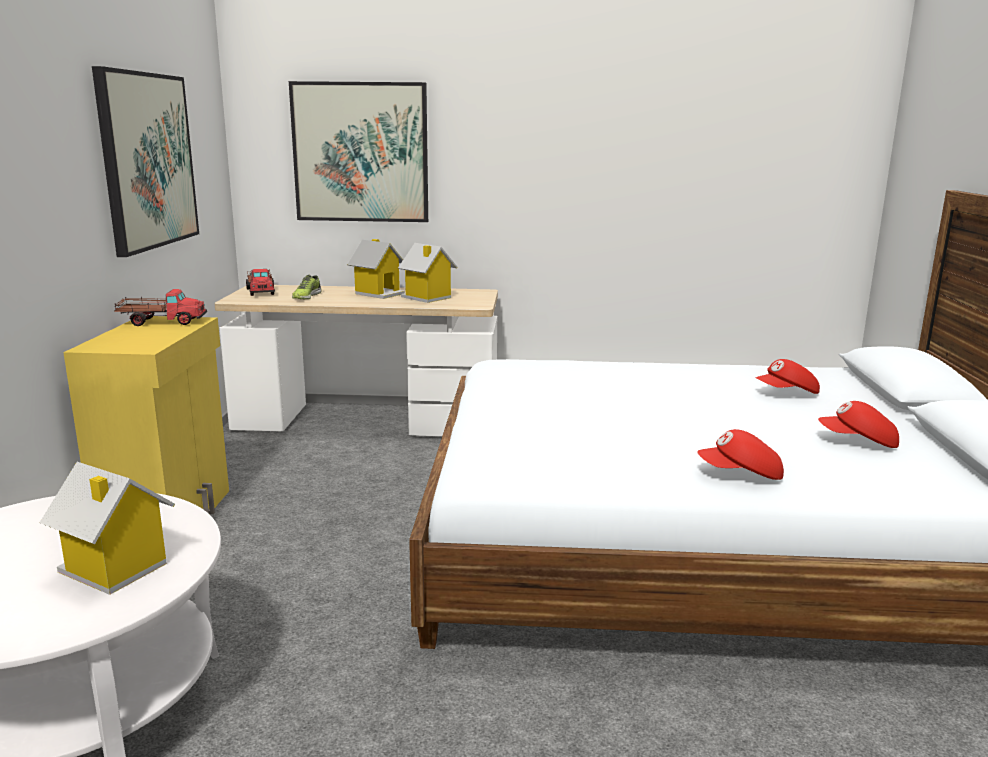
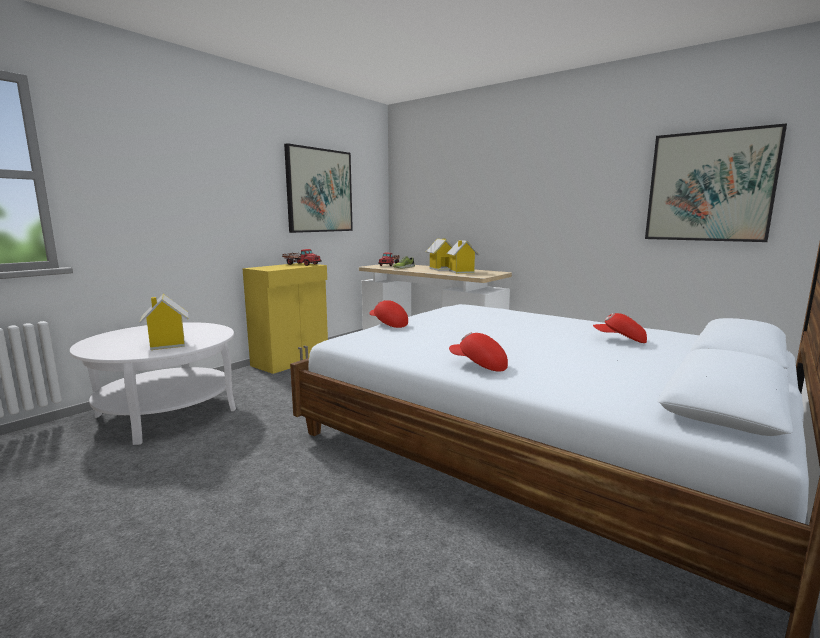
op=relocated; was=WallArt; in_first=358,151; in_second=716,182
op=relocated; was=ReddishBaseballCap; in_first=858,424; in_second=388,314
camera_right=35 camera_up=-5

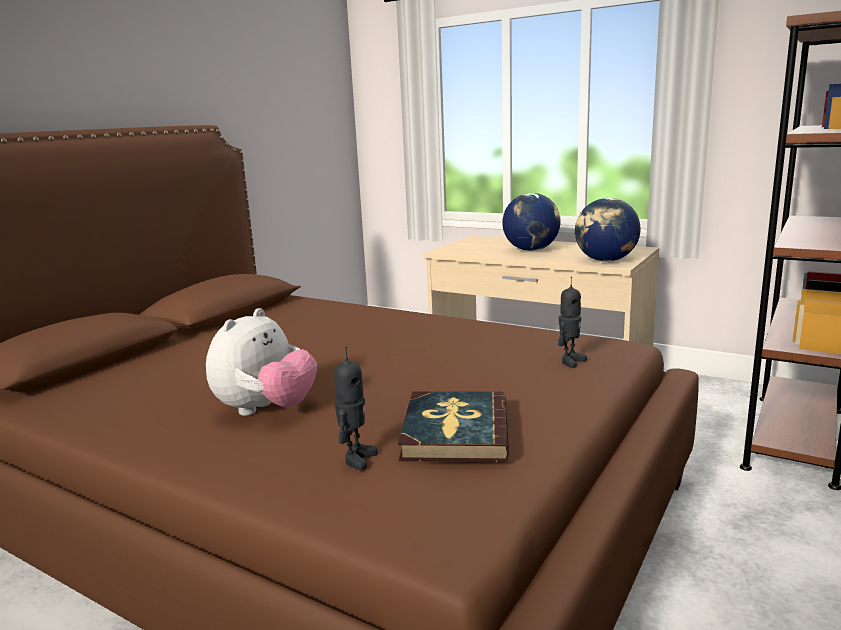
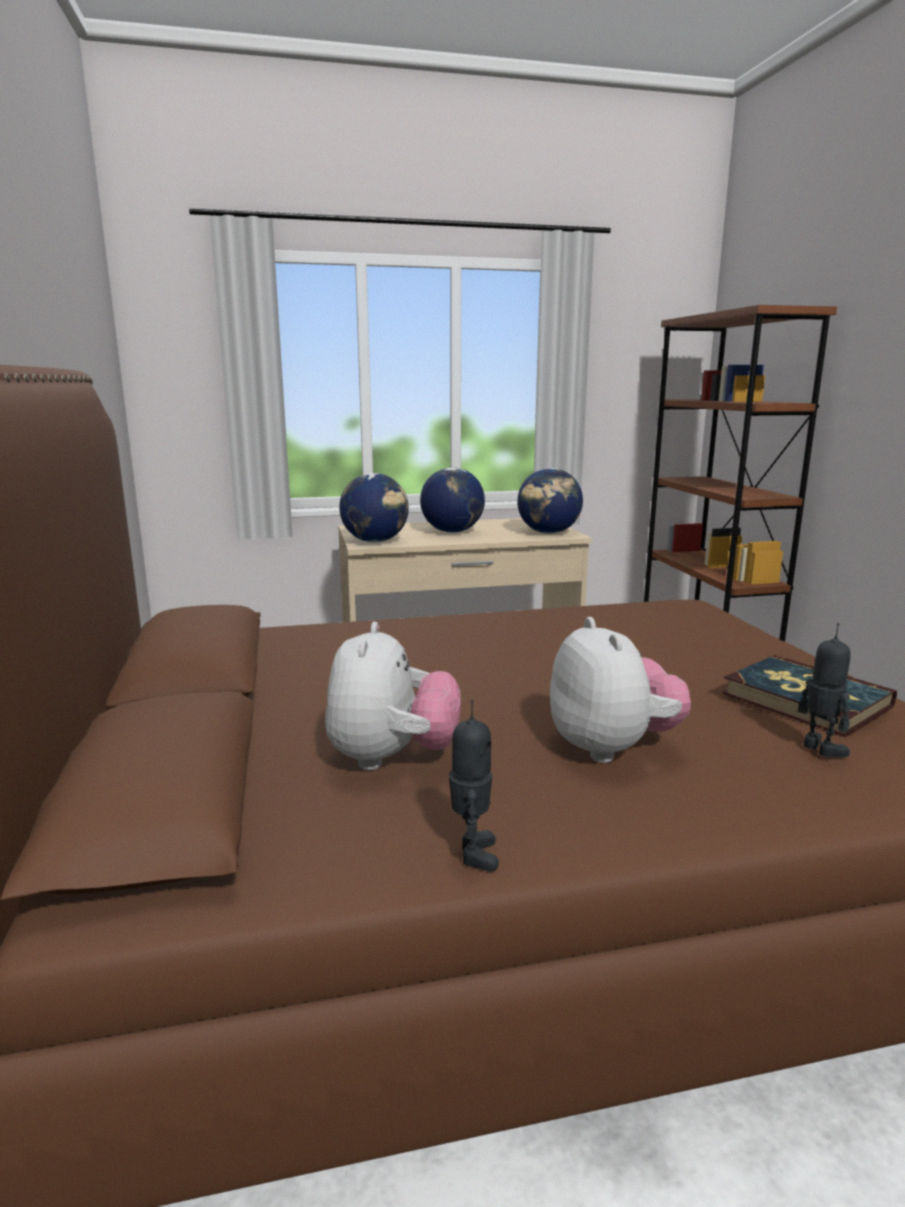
op=relocated; was=ModelRobot; in_first=572,322; in_second=474,785
op=appeared; now=SoftToy; in_second=393,696
op=appeared; now=Globe; in_second=374,507
camera_right=-45 camera_up=0

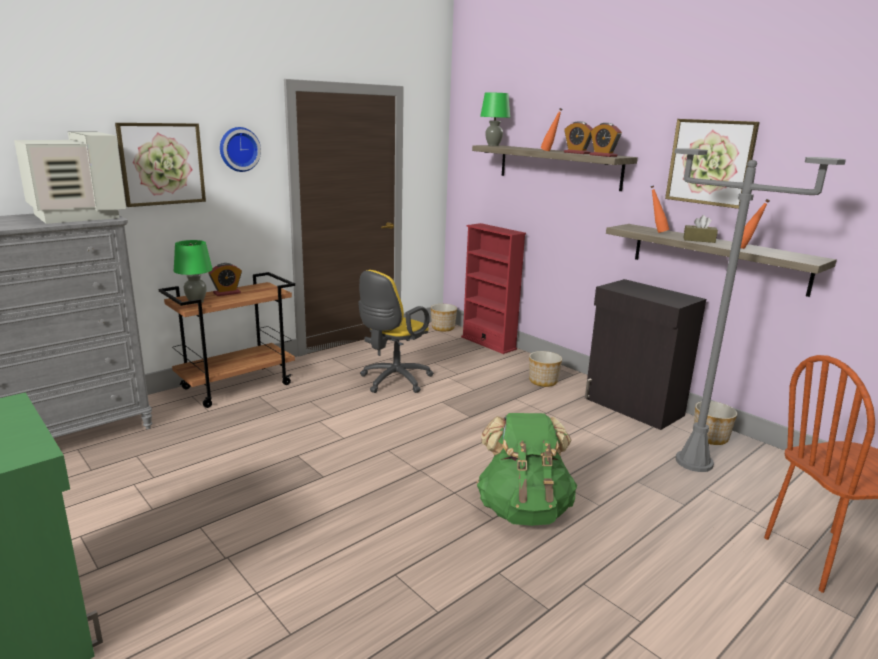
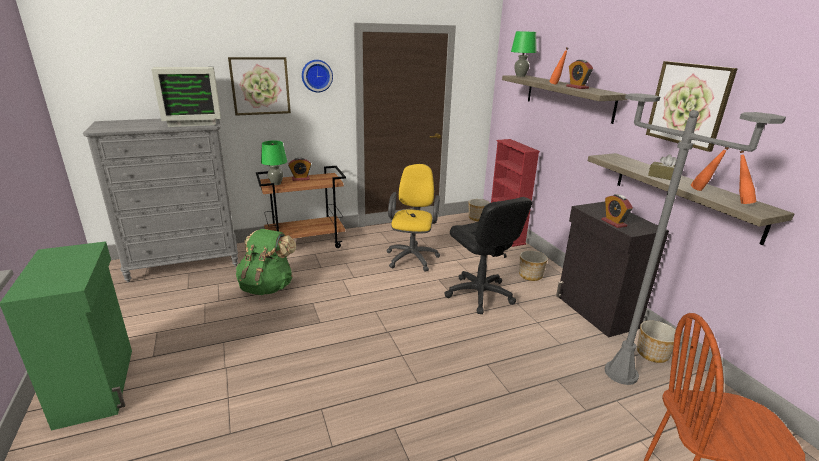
op=spun; was=ComputerDisplay; in_first=70,177; in_second=186,97; clockwise=90
op=spun; was=YellowishOfficeChair; in_first=396,331; in_second=413,218; clockwise=135
op=relocated; was=GreenishRucksack; in_first=526,469; in_second=266,262
op=relocated; was=BedsideClock; in_first=605,140; in_second=617,211
op=relocated; was=OrangeBottle; in_first=659,209; in_second=747,177
op=appeared; now=BlackColouredOfficeChair; in_second=488,255
camera_right=20 camera_up=5

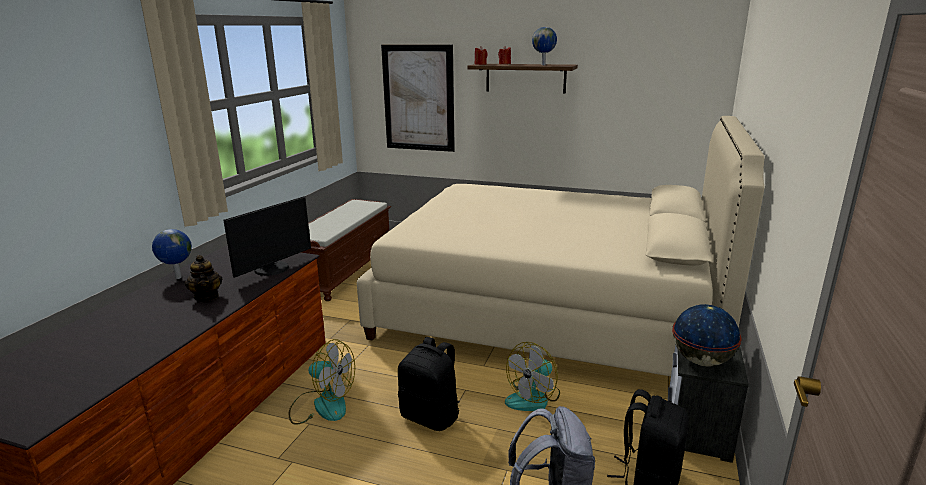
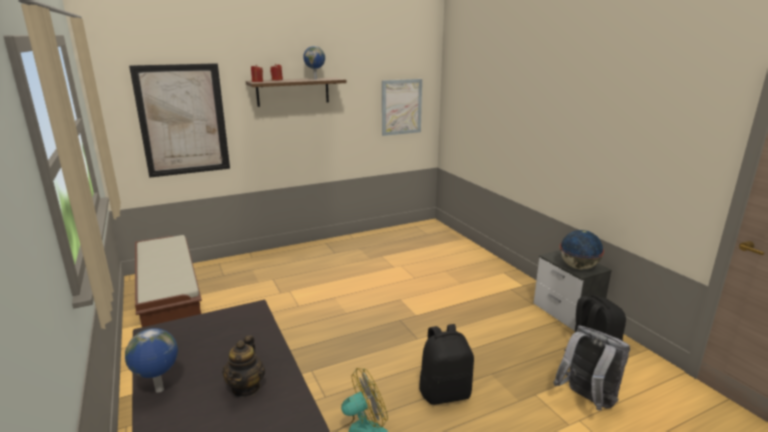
op=spun; was=Teapot; in_first=204,278; in_second=243,366; clockwise=75
op=missing; was=ComputerDisplay; in_first=267,237
op=missing; was=SandColouredBedroomBed; in_first=560,246
op=missing; was=ElectricFan; in_first=532,376
op=appeared; now=WallArt; in_second=402,107
camera_right=-45 camera_up=0

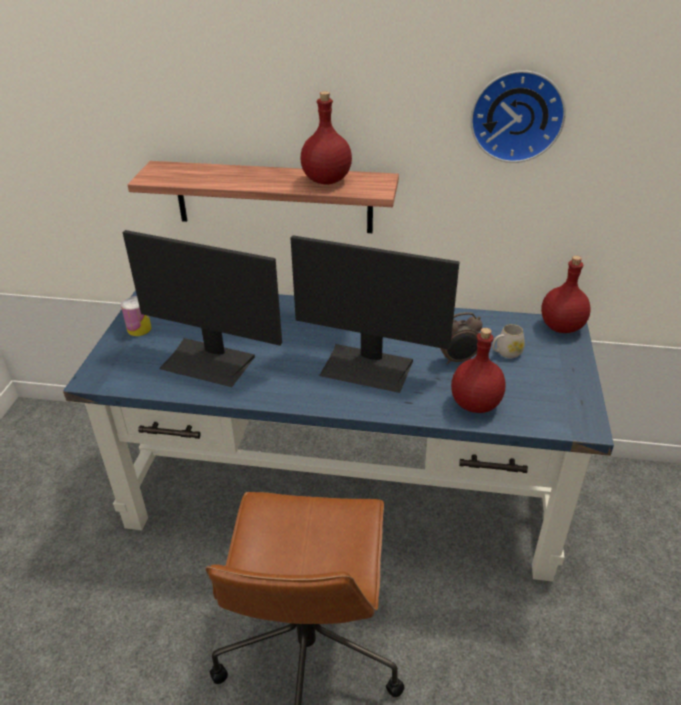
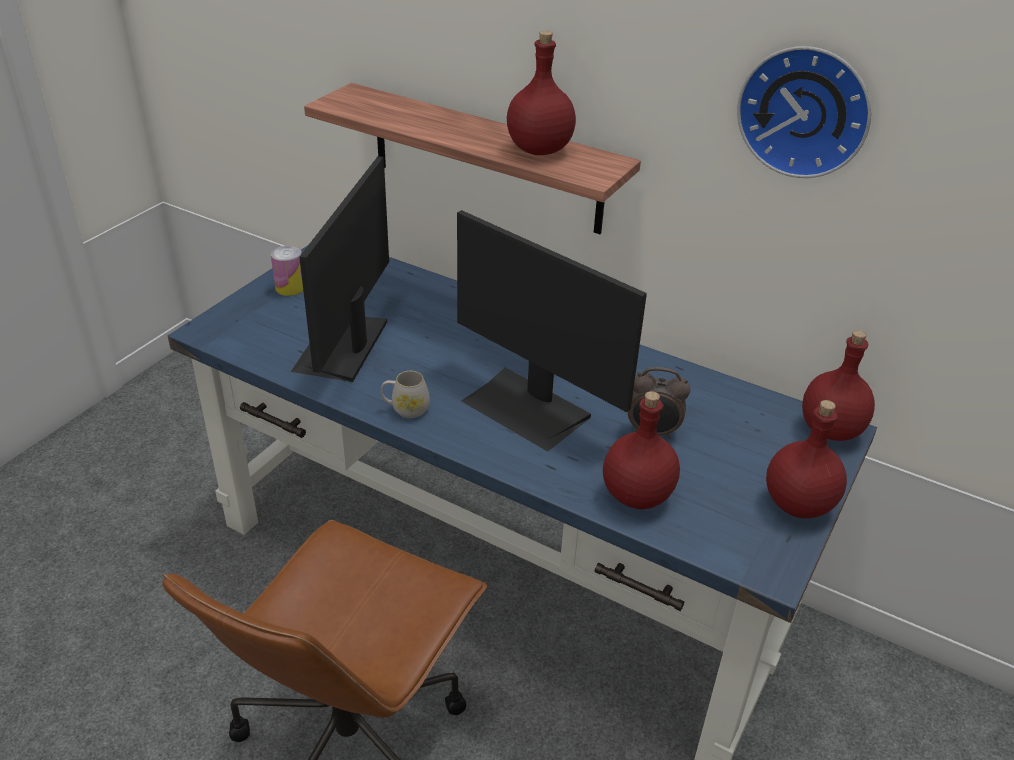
op=spun; was=ComputerDisplay; in_first=202,308; in_second=340,269; clockwise=60
op=relocated; was=WhitishCoffeeMug; in_first=508,341; in_second=405,394
op=appeared; now=ReddishBottle; in_second=806,459
camera_right=20 camera_up=0

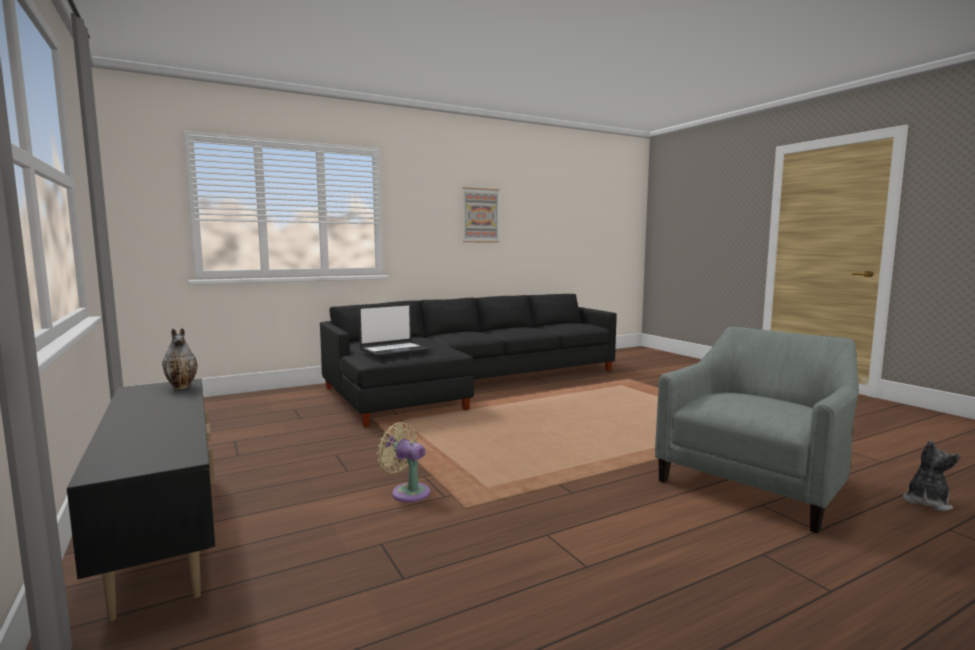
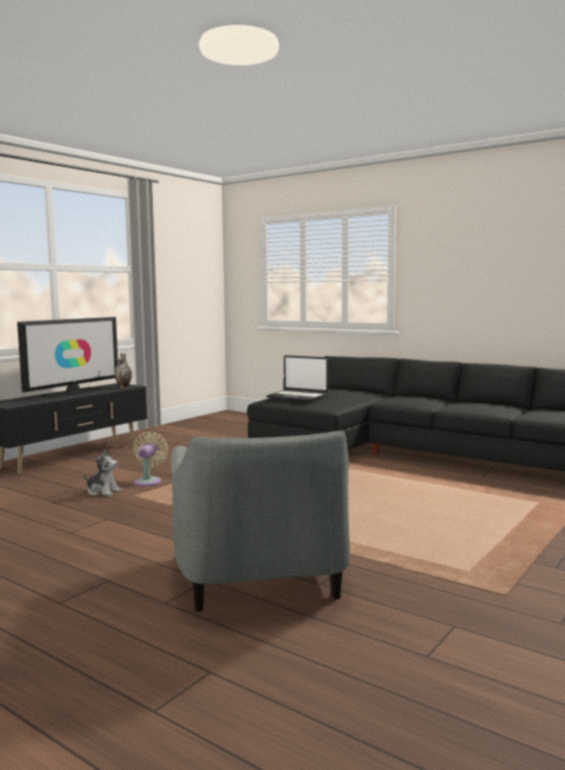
op=missing; was=WallArt; in_first=480,214
op=spun; was=GreyishLoungeChair; in_first=757,429; in_second=260,521; clockwise=60
op=relocated; was=SoftToy; in_first=932,475; in_second=102,472
op=appeared; now=Tv; in_second=67,357
camera_right=65 camera_up=0

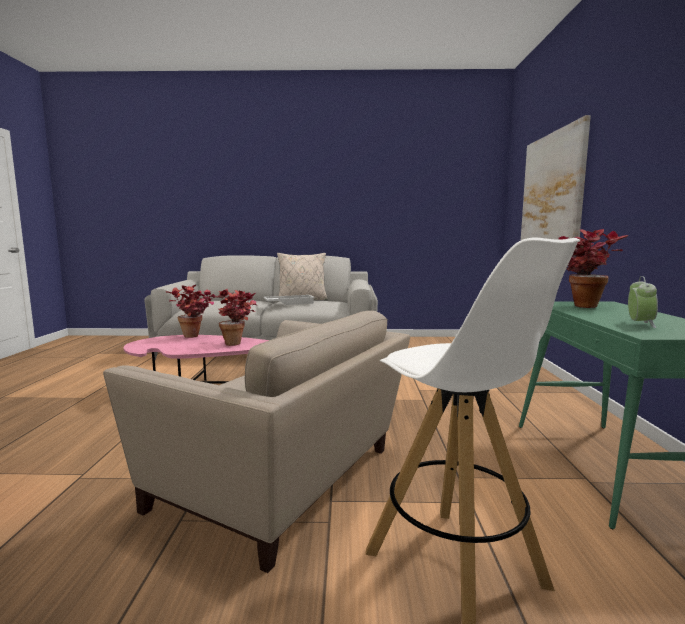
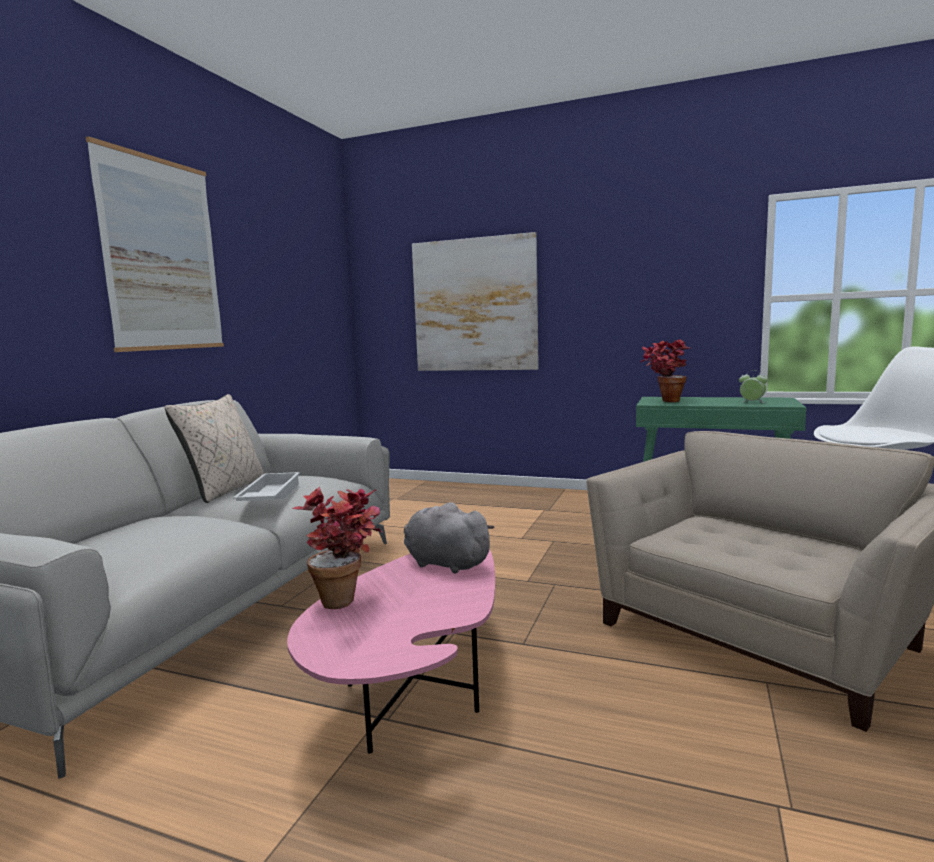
op=exchanged; was=Houseplant; now=GreyishSoftToy; in_first=236,317; in_second=449,538
op=appeared; now=WallArt; in_second=155,244
camera_right=-70 camera_up=0

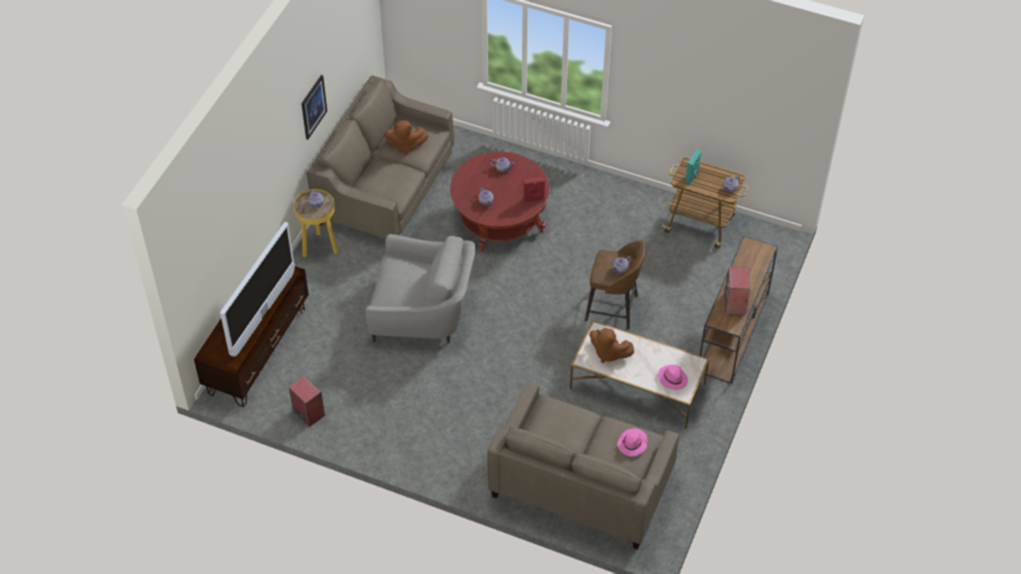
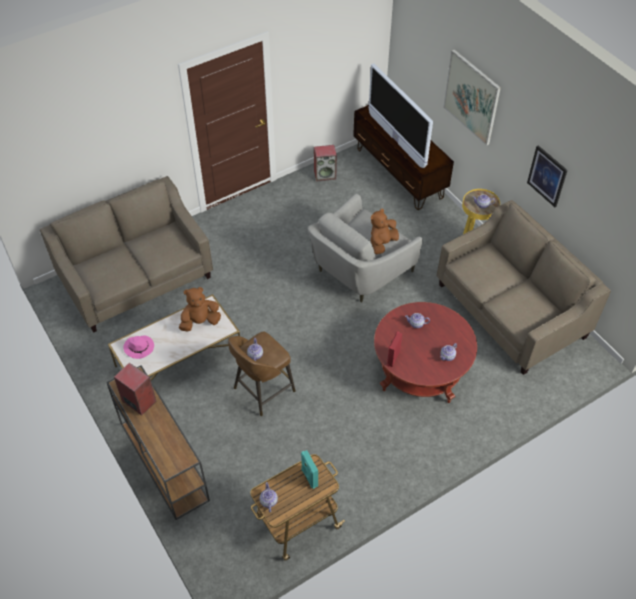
op=relocated; was=BrownishSoftToy; in_first=407,137; in_second=385,231
op=missing; was=PinkHat; in_first=632,442
op=appeared; now=WallArt; in_second=472,97
camera_right=125 camera_up=0

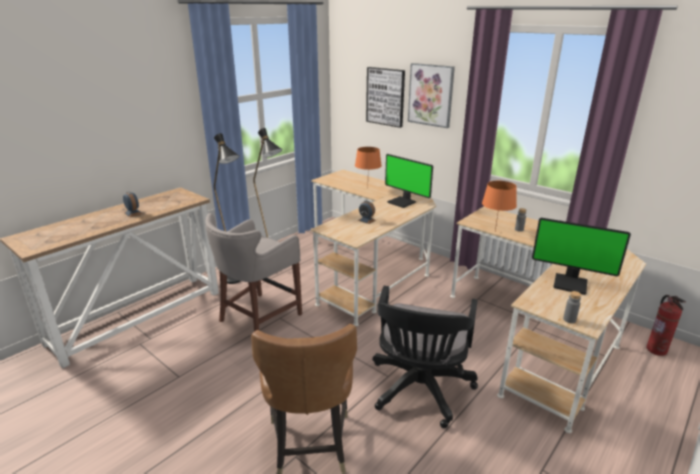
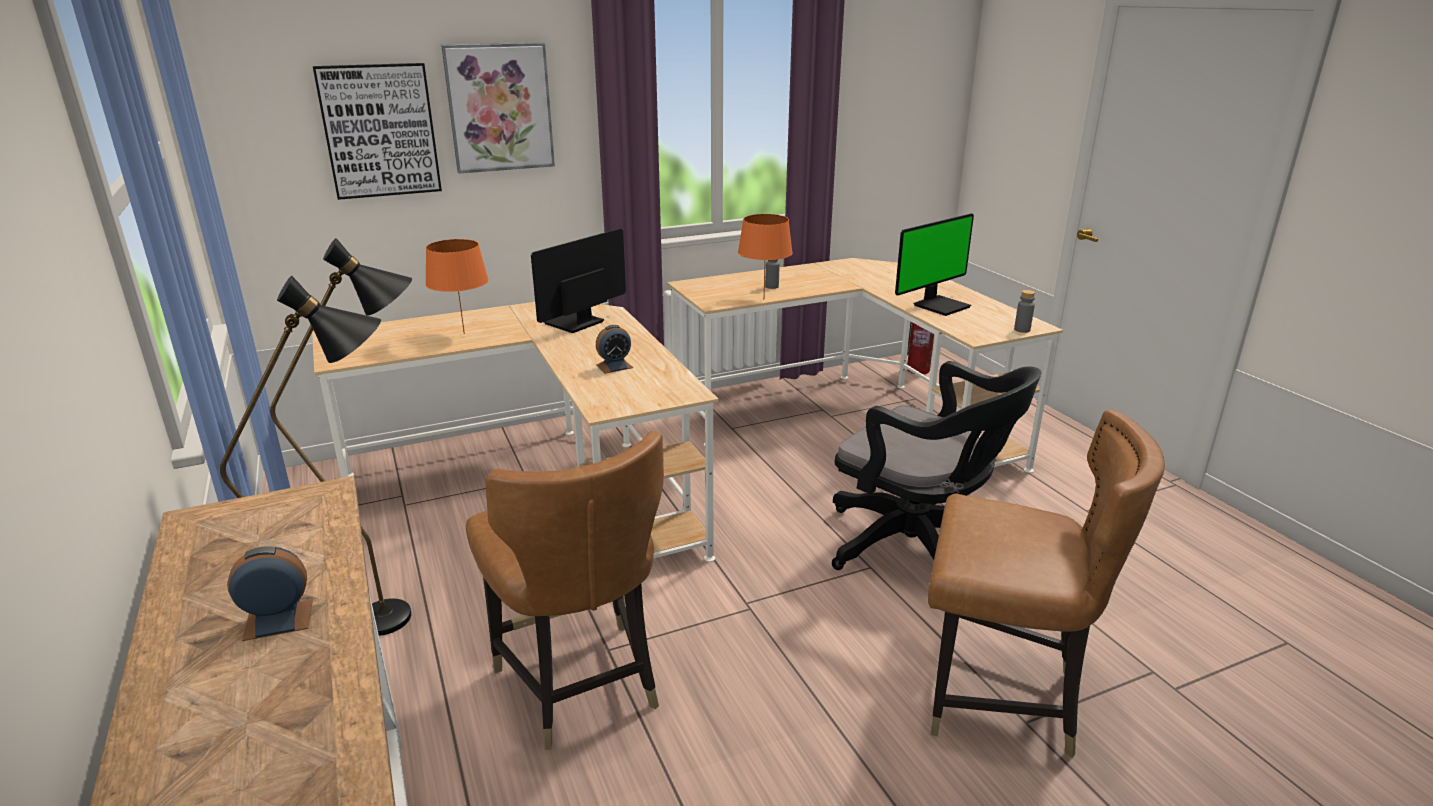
op=exchanged; was=GreyishStoolSeat; now=BrownishChair; in_first=253,272; in_second=565,590
op=spun; was=ComputerDisplay; in_first=409,181; in_second=578,281; clockwise=150
camera_right=-65 camera_up=0

